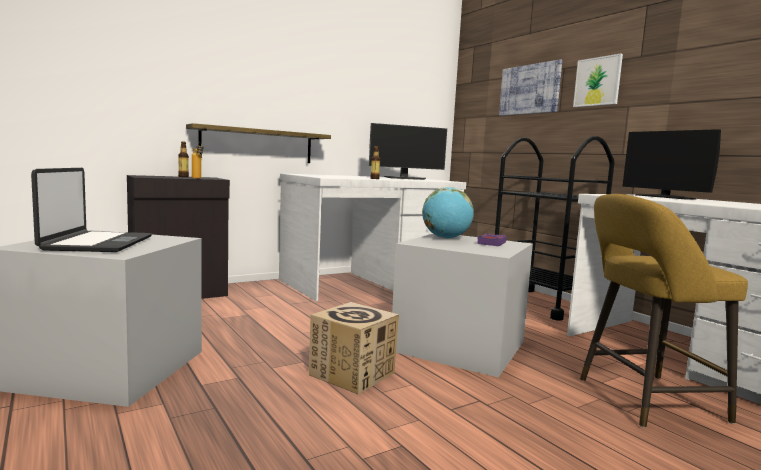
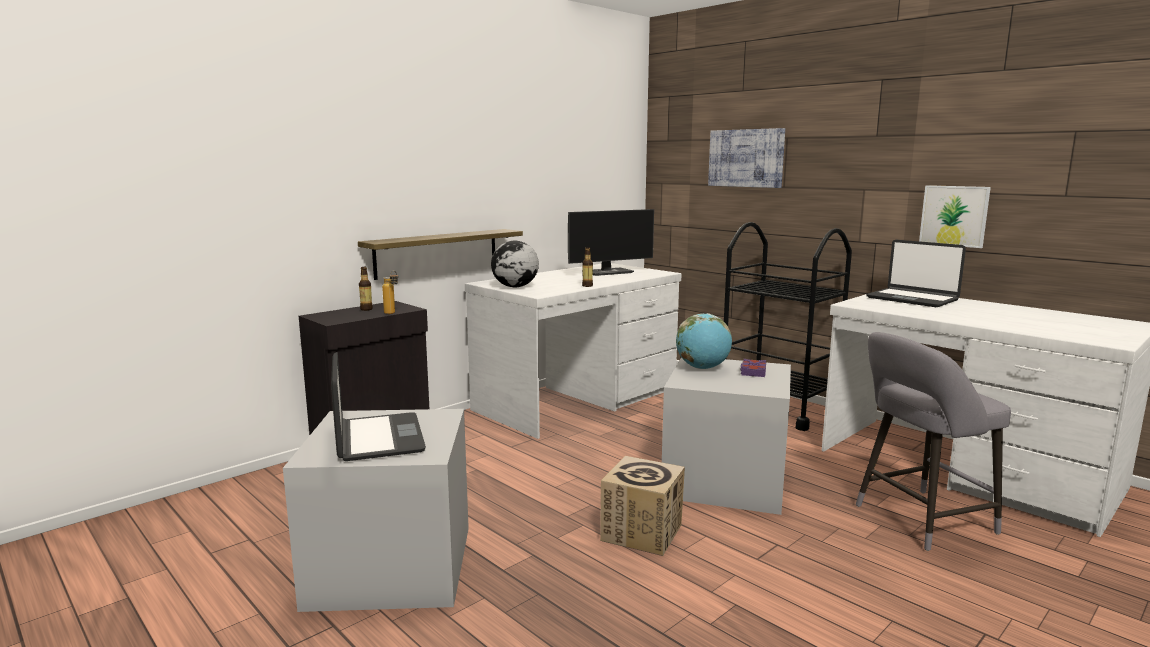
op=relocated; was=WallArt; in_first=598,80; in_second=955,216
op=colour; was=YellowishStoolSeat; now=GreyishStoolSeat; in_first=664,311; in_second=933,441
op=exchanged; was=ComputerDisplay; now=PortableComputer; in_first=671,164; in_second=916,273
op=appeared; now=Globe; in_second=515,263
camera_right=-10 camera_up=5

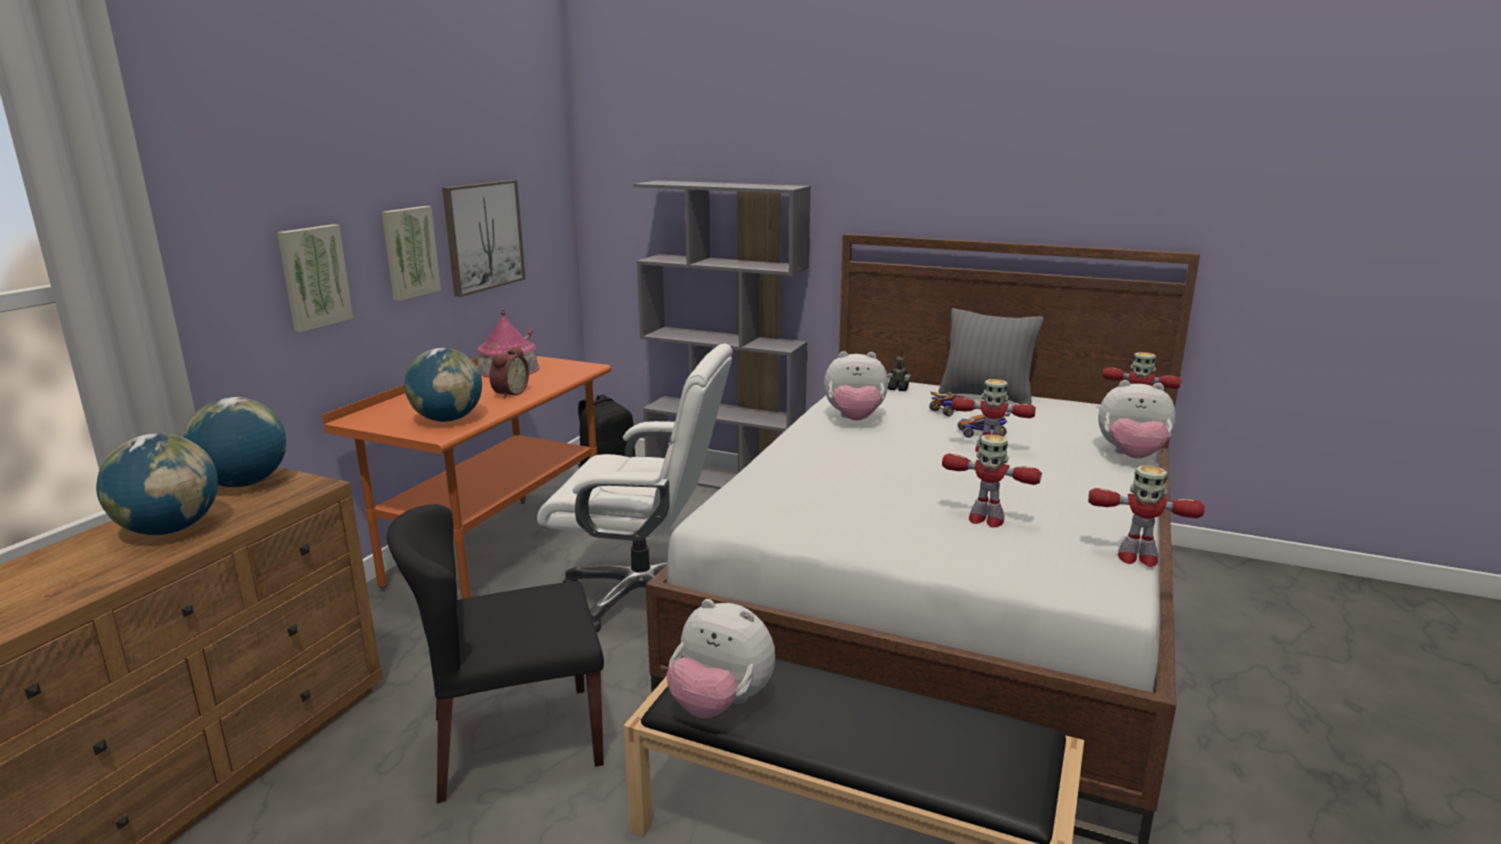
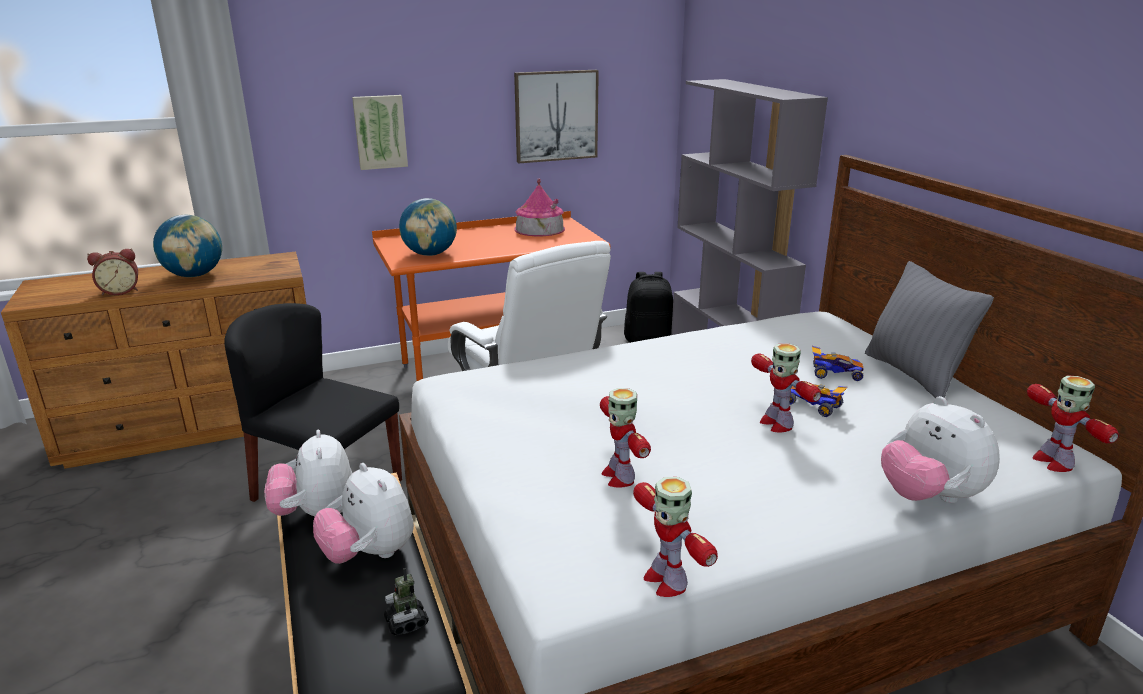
op=missing; was=Globe; in_first=234,442
op=missing; was=WallArt; in_first=411,253
op=relocated; was=BedsideClock; in_first=509,372; in_second=112,272
op=relocated; was=SoftToy; in_first=856,386; in_second=363,513
op=relocated; was=ModelRobot; in_first=899,370; in_second=406,601
camera_right=45 camera_up=5

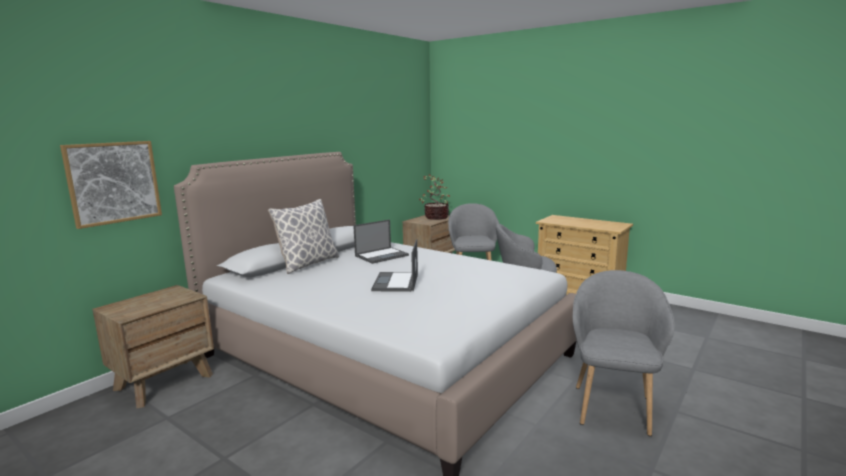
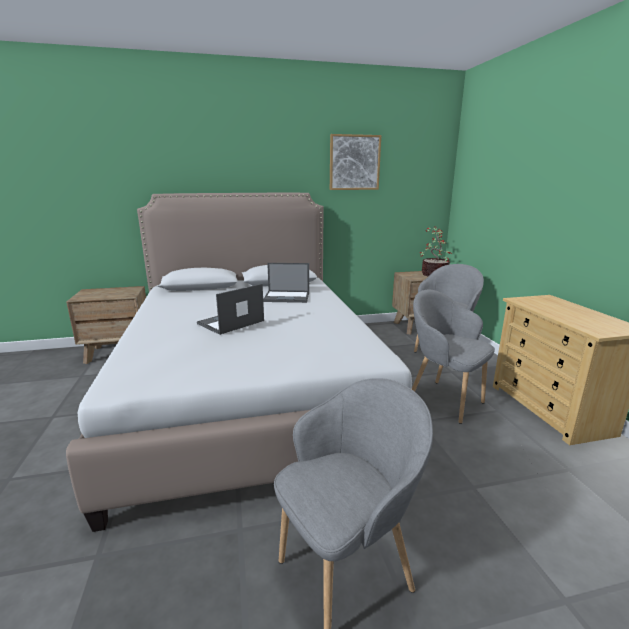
op=relocated; was=WallArt; in_first=111,185; in_second=355,162
op=missing; was=ThrowPillow; in_first=303,236
camera_right=40 camera_up=5

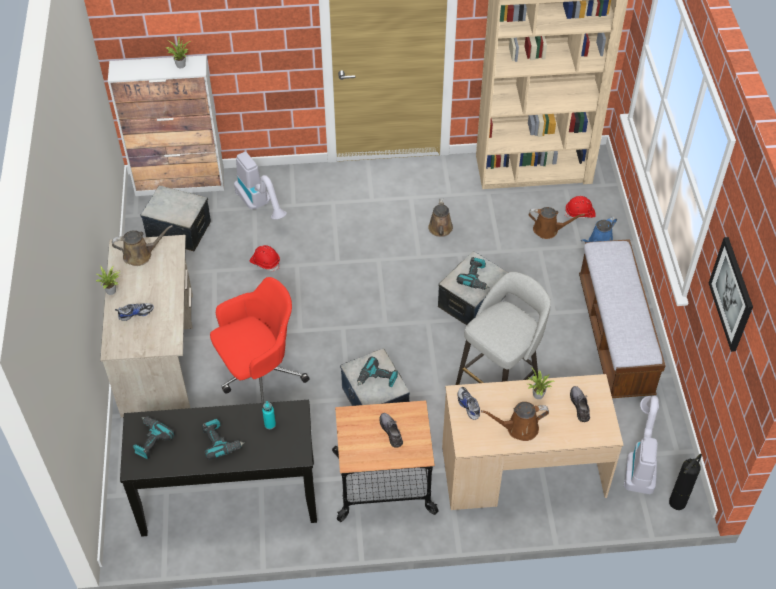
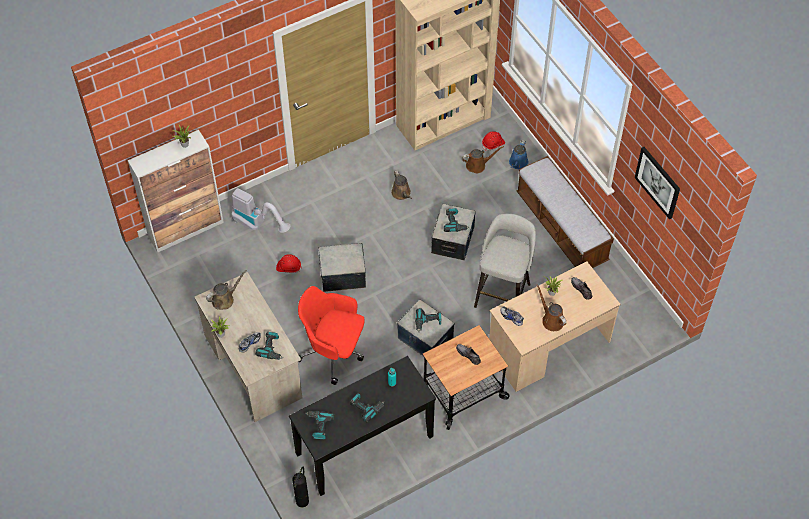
op=relocated; was=StorageBox; in_first=175,218; in_second=342,267
op=spun; was=ReddishOfficeChair; in_first=259,340; in_second=331,335; clockwise=-105
op=spun; was=BrownishWateringCan; in_first=515,421; in_second=552,307; clockwise=90
op=missing; was=Hoover; in_first=641,445
op=relocated; was=FireExtinguisher; in_first=685,482; in_second=300,487
op=appeared; now=PowerDrill; in_second=269,346
camera_right=-25 camera_up=5

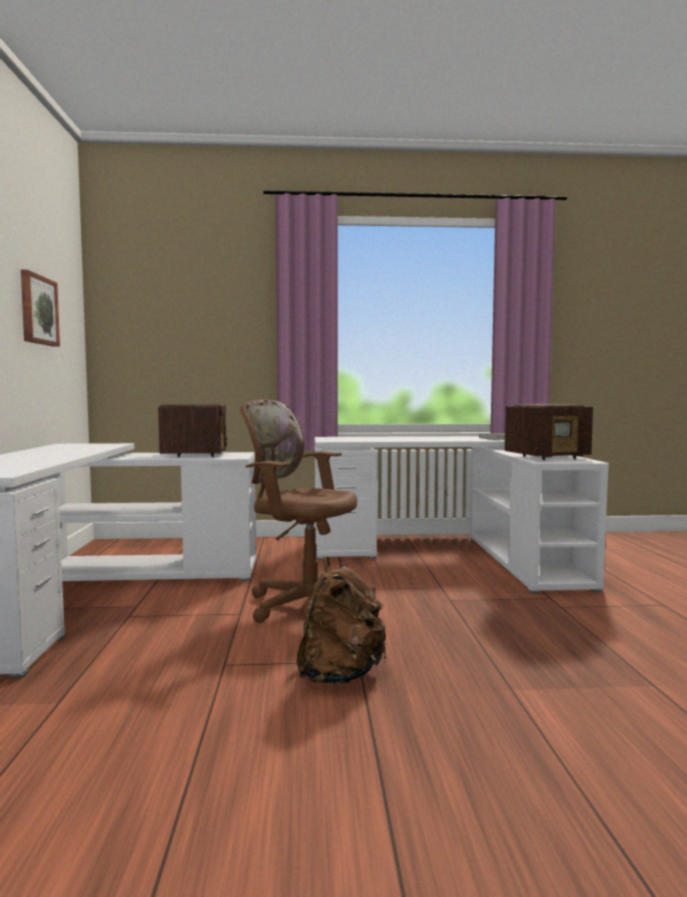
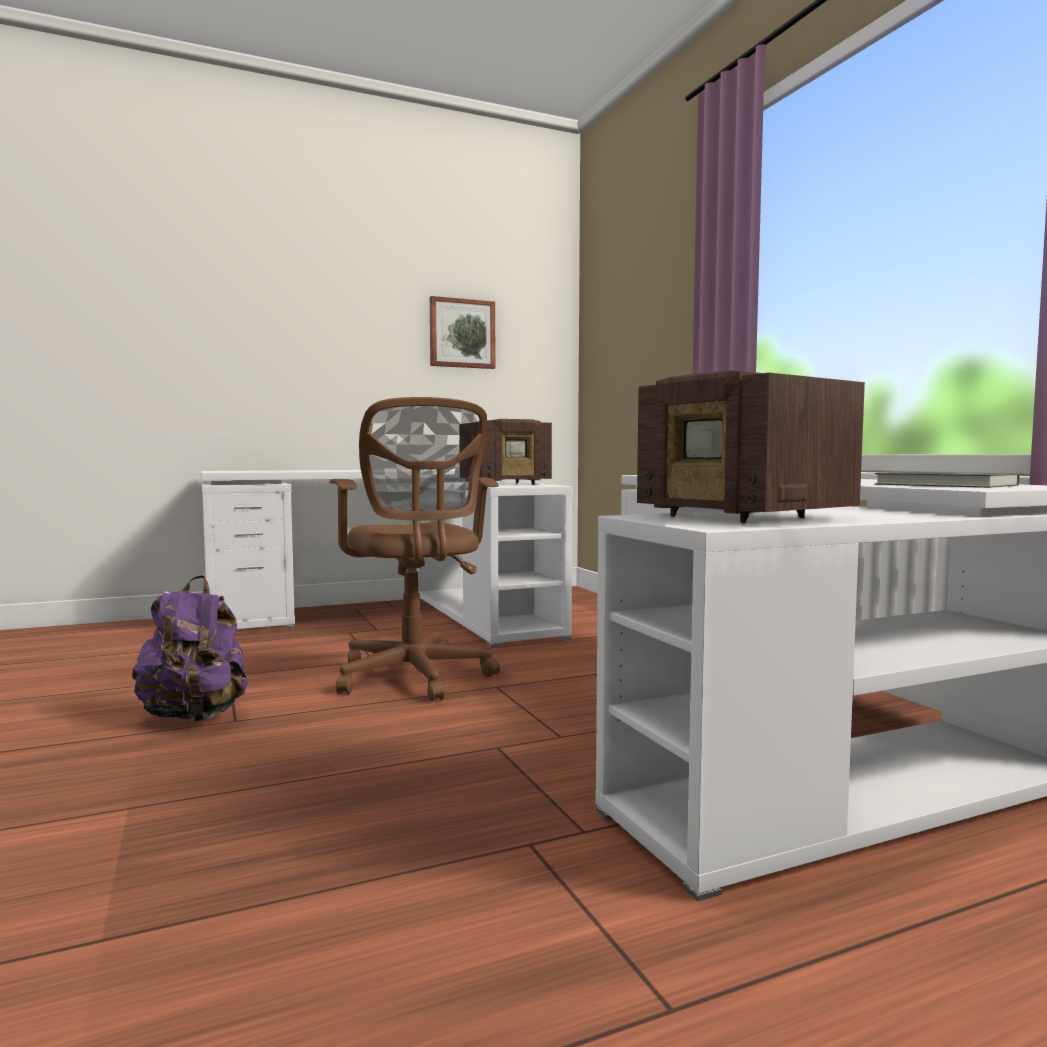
op=spun; was=BrownishOfficeChair; in_first=307,511; in_second=415,549; clockwise=150
op=colour; was=BrownishRucksack; now=PurpleRucksack; in_first=341,620; in_second=190,648
camera_right=70 camera_up=0

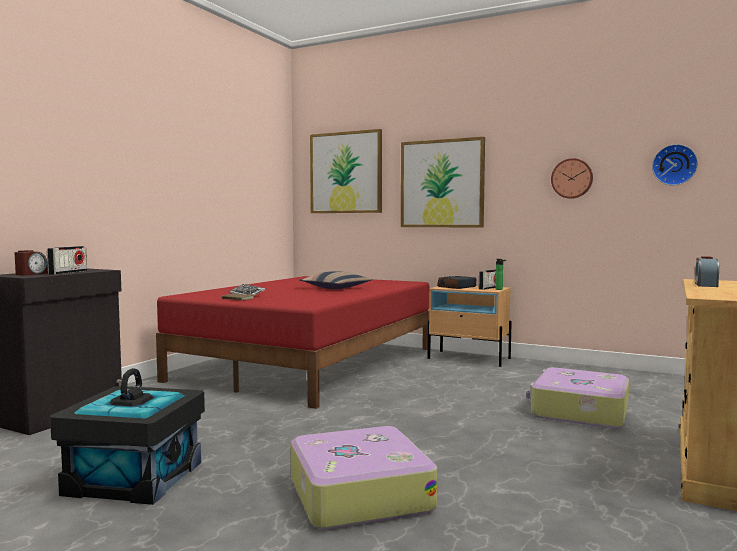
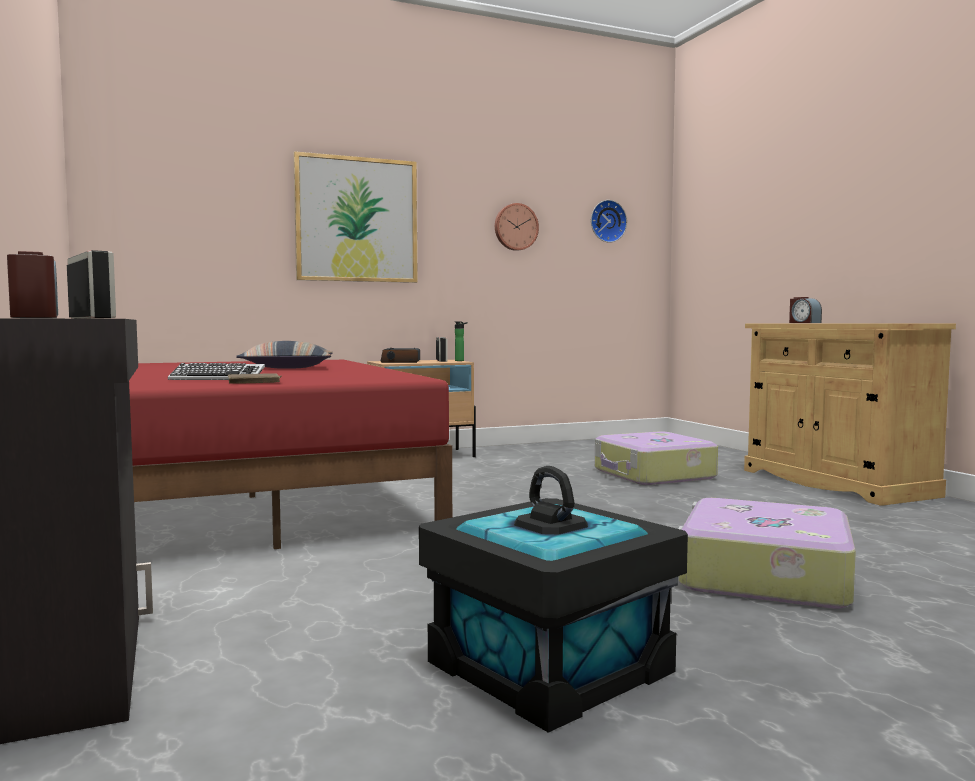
op=missing; was=WallArt; in_first=346,171
camera_right=-50 camera_up=0

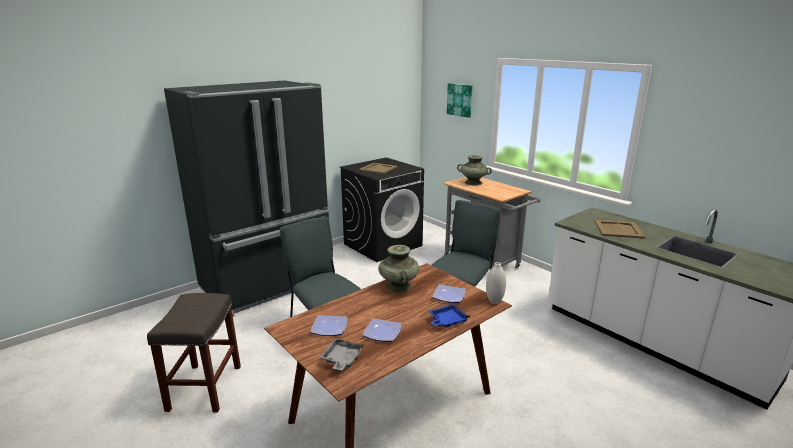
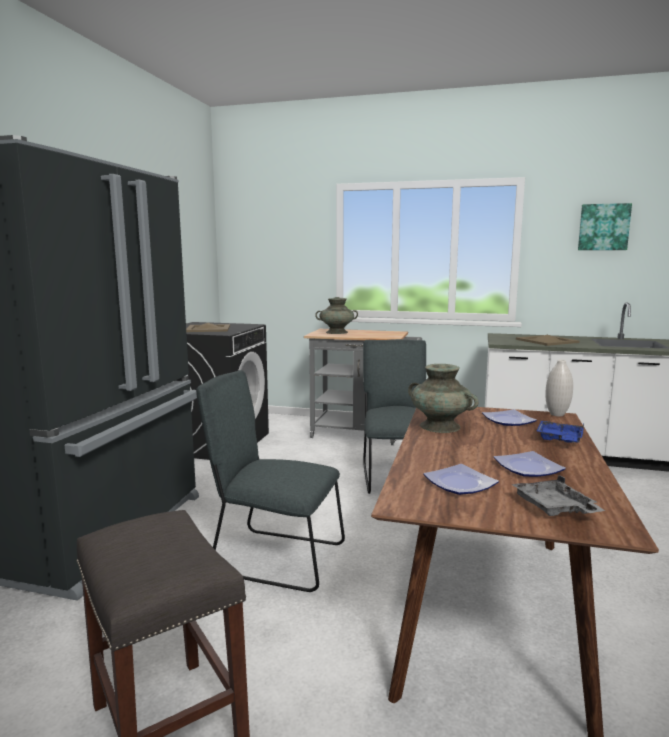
op=relocated; was=WallArt; in_first=460,100; in_second=605,226
camera_right=-35 camera_up=-10

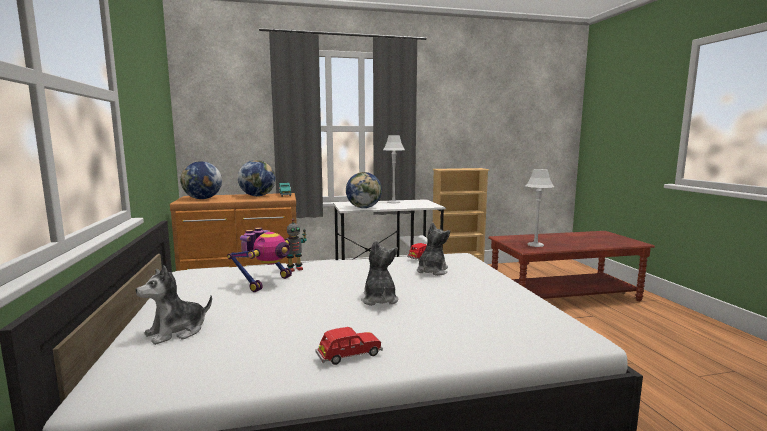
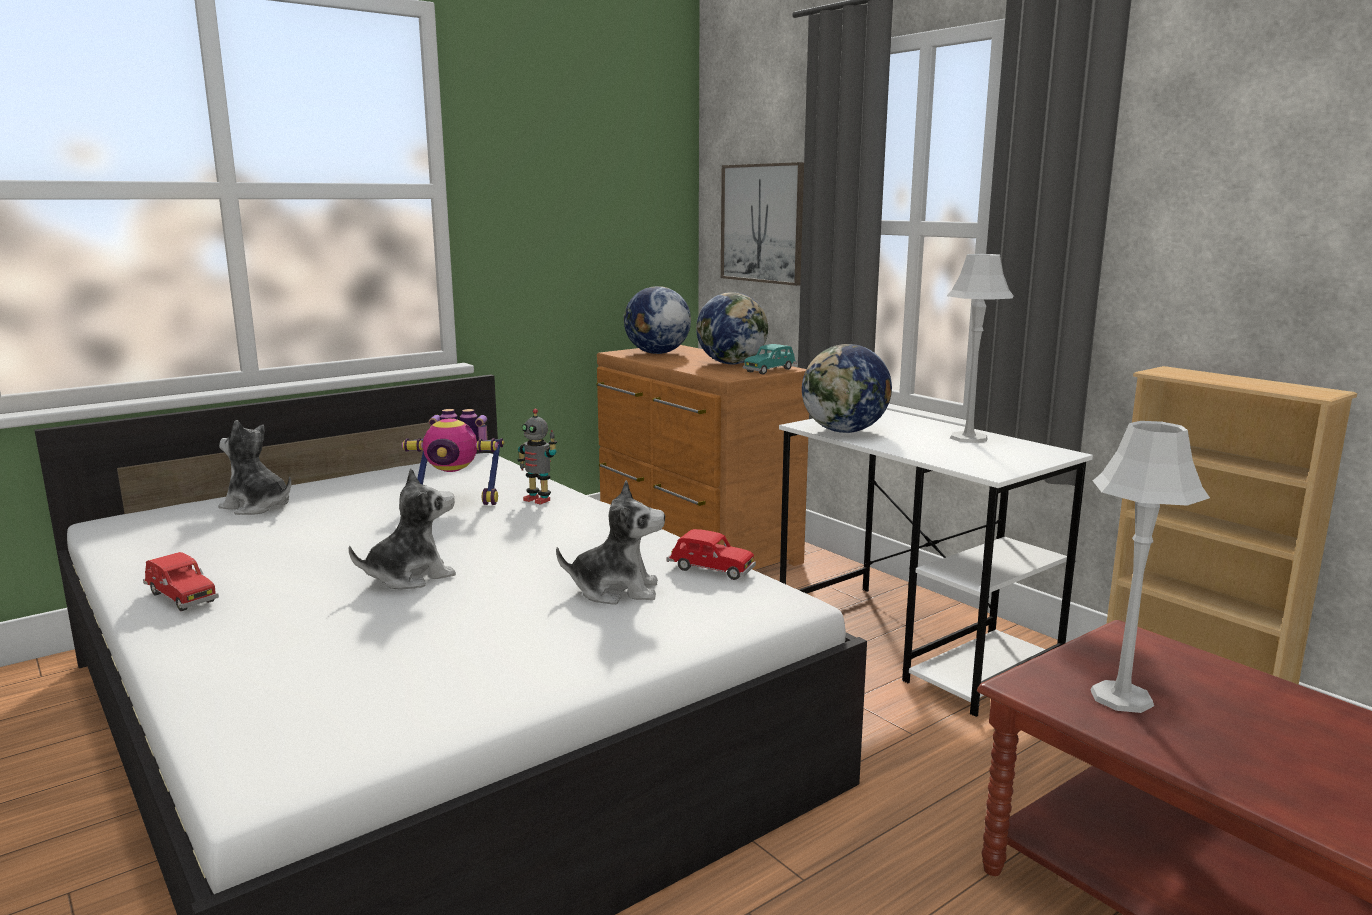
op=appeared; now=WallArt; in_second=762,224
camera_right=65 camera_up=5

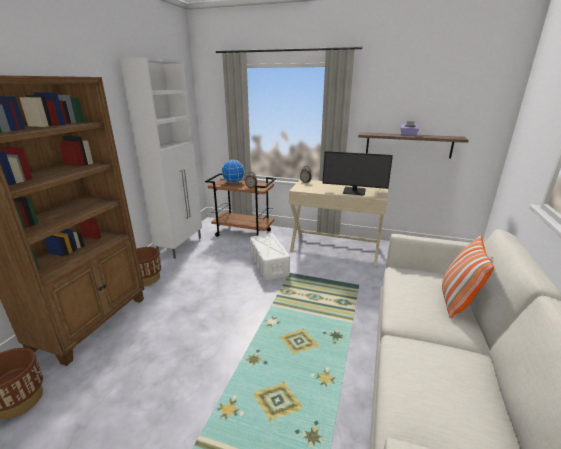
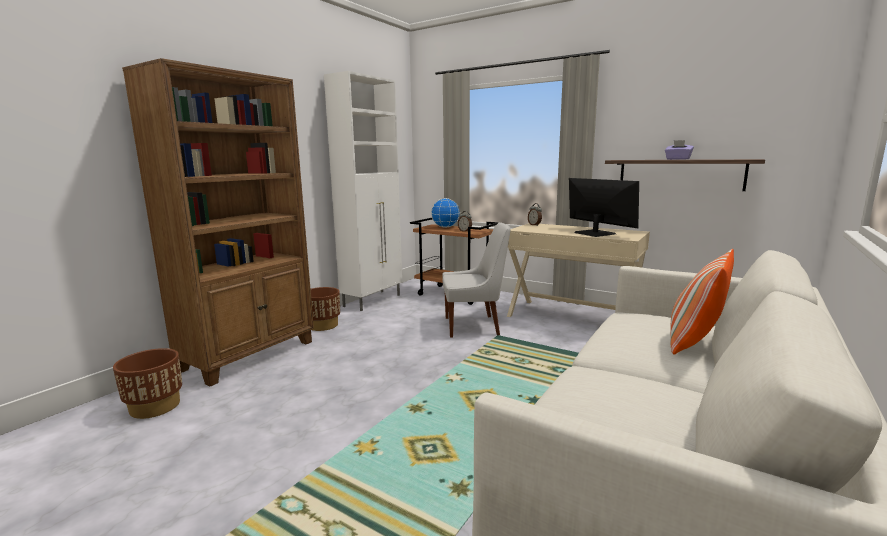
op=exchanged; was=WhitishStorageBox; now=WhitishChair; in_first=270,257; in_second=477,280
op=spun; was=ComputerDisplay; in_first=357,173; in_second=604,207; clockwise=-150
camera_right=15 camera_up=-10

